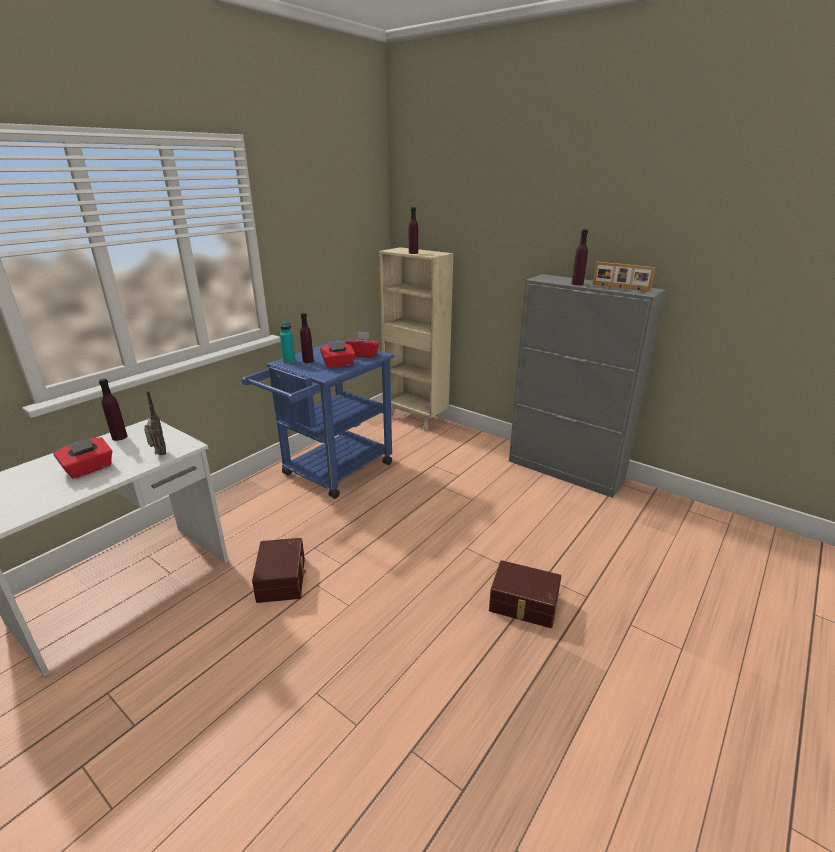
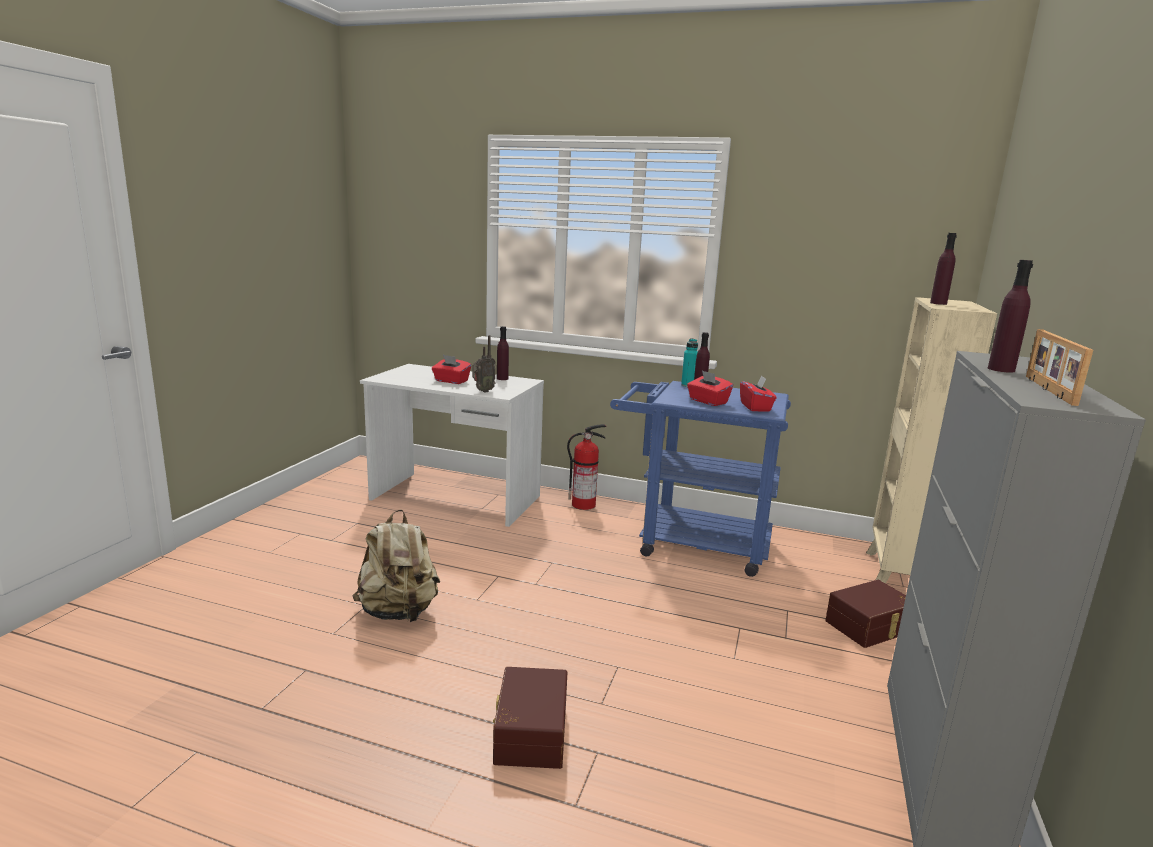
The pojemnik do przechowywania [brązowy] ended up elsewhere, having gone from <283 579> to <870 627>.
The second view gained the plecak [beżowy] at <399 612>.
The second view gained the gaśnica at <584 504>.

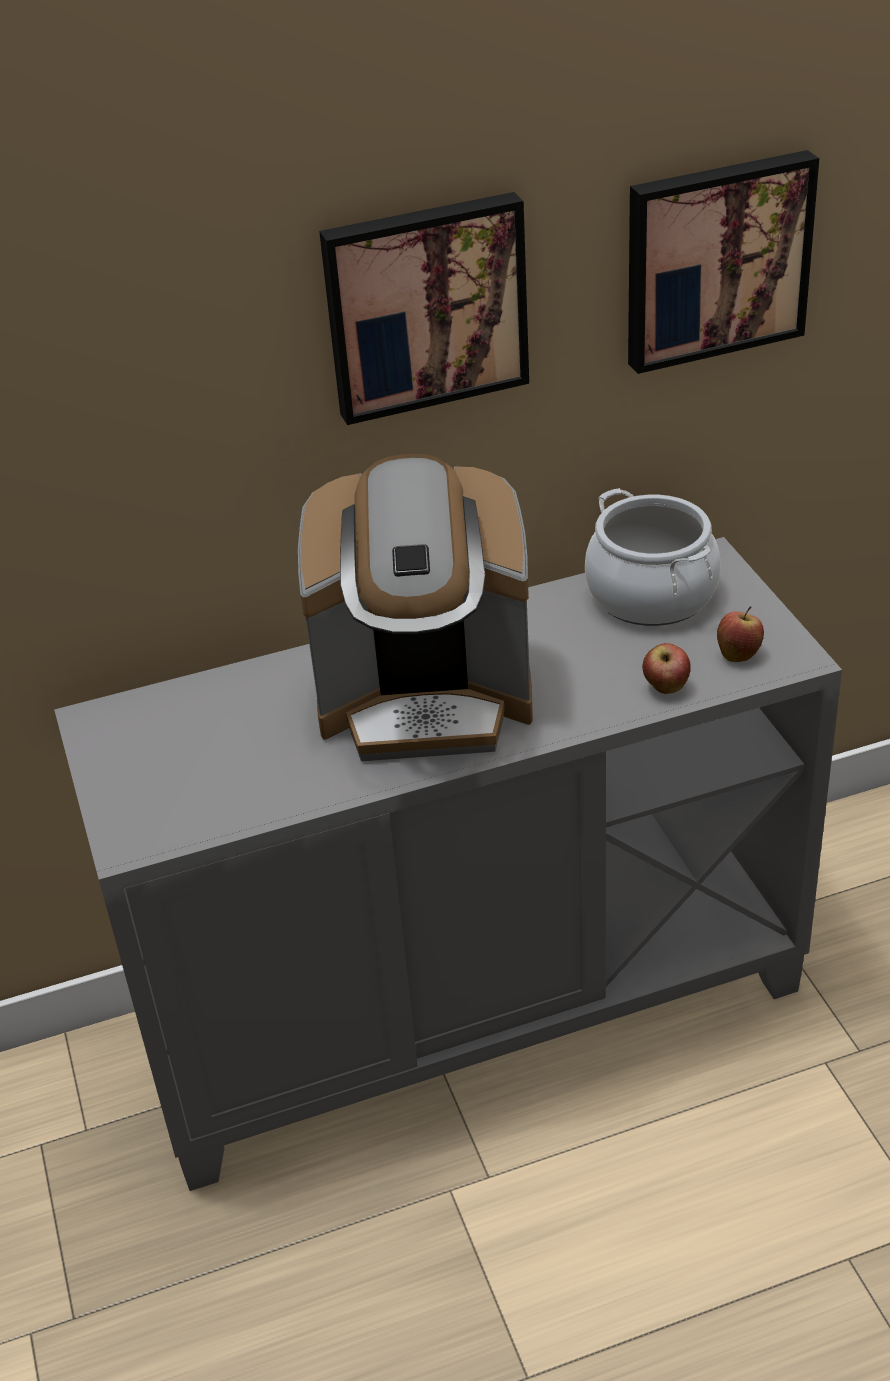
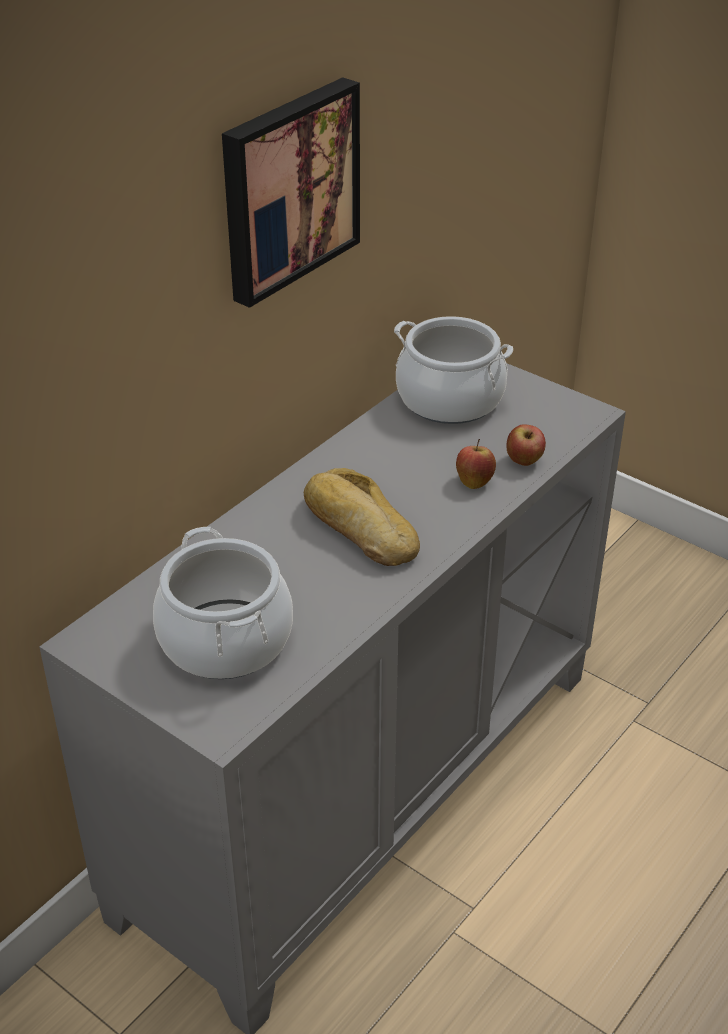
Where the ekspres do kawy stood at <426 700>, the chleb came to stand at <358 529>.
The second view lost the obraz at <715 259>.
The jabłko ended up elsewhere, having gone from <738 654> to <474 481>.
The second view gained the garnek at <226 639>.

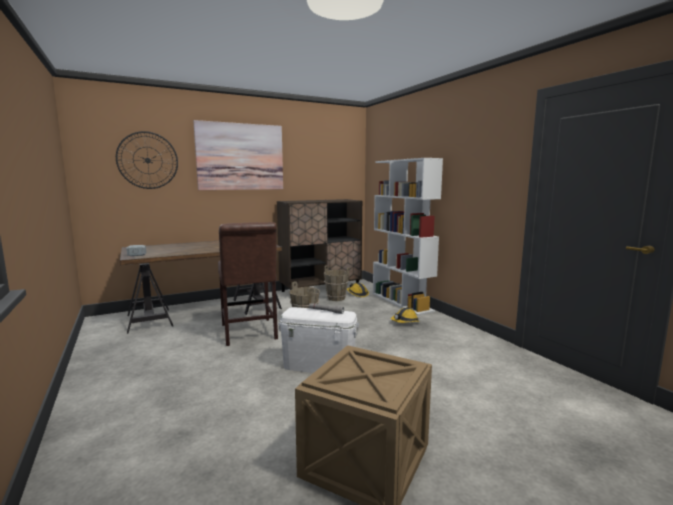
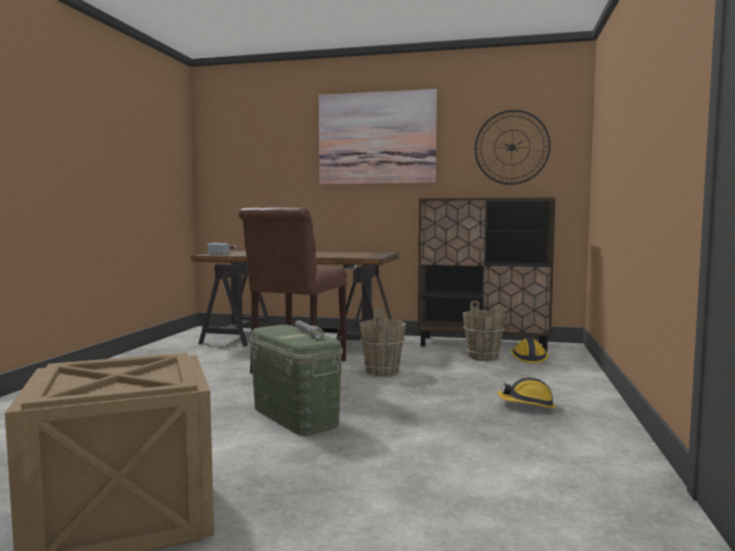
The zegar ścienny ended up elsewhere, having gone from <147 160> to <512 147>.
What was the pojemnik do przechowywania [biały] at <319 365> turned into the pojemnik do przechowywania [zielony] at <295 416>.
The second view lost the regał [biały] at <402 302>.

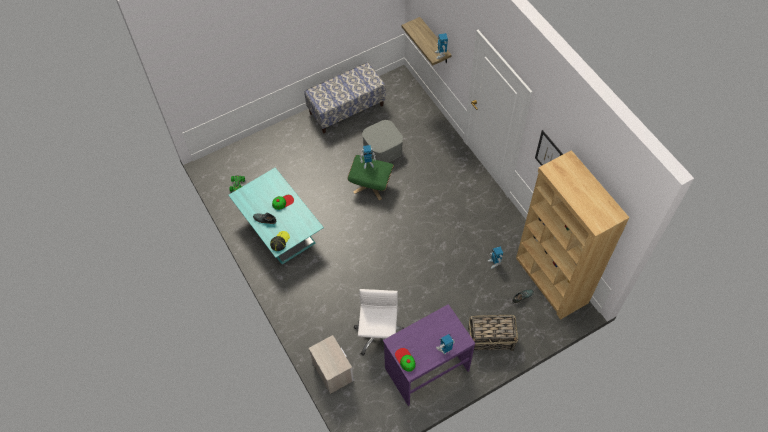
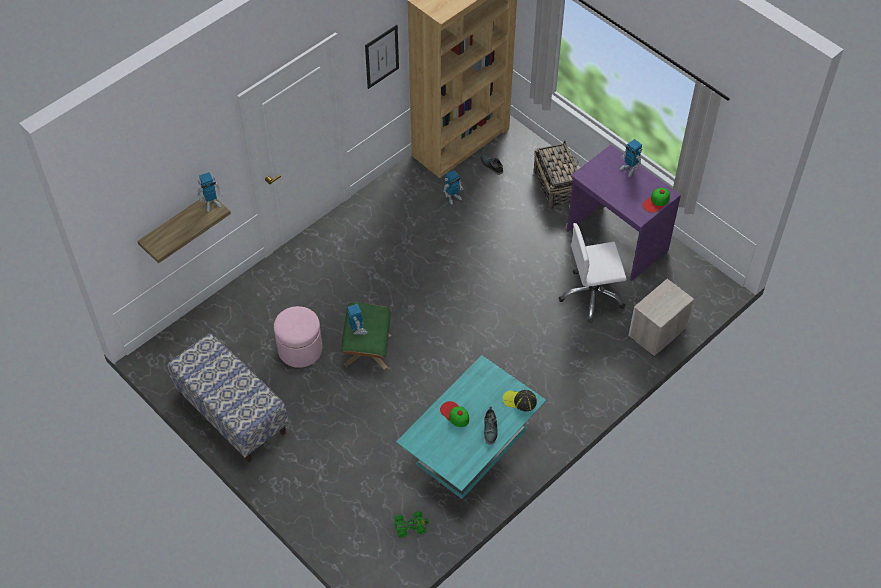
Where the pojemnik do przechowywania [szary] stood at <382 149>, the pufa [różowy] came to stand at <300 349>.

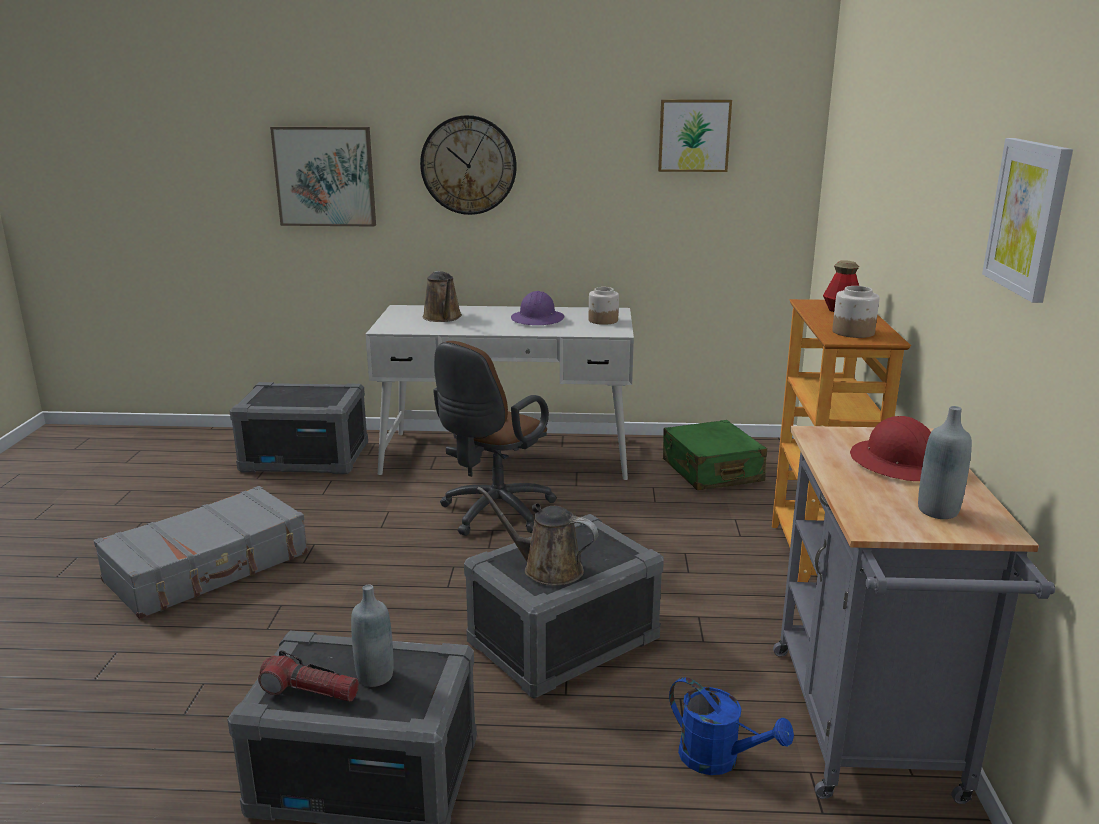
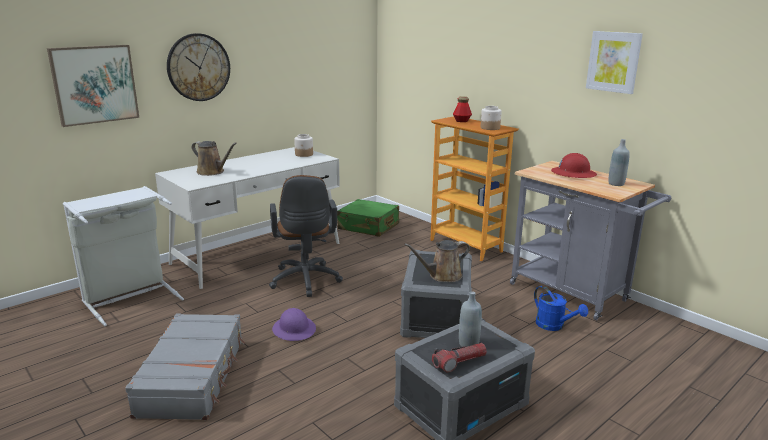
Where the pojemnik do przechowywania [szary] stood at <306 457>, the kosz na pranie [szary] came to stand at <130 298>.
The kask [fioletowy] ended up elsewhere, having gone from <537 319> to <294 329>.
The second view lost the obraz at <694 135>.
The konewka [niebieski] at <719 760> ended up facing another way, 60 degrees clockwise from before.

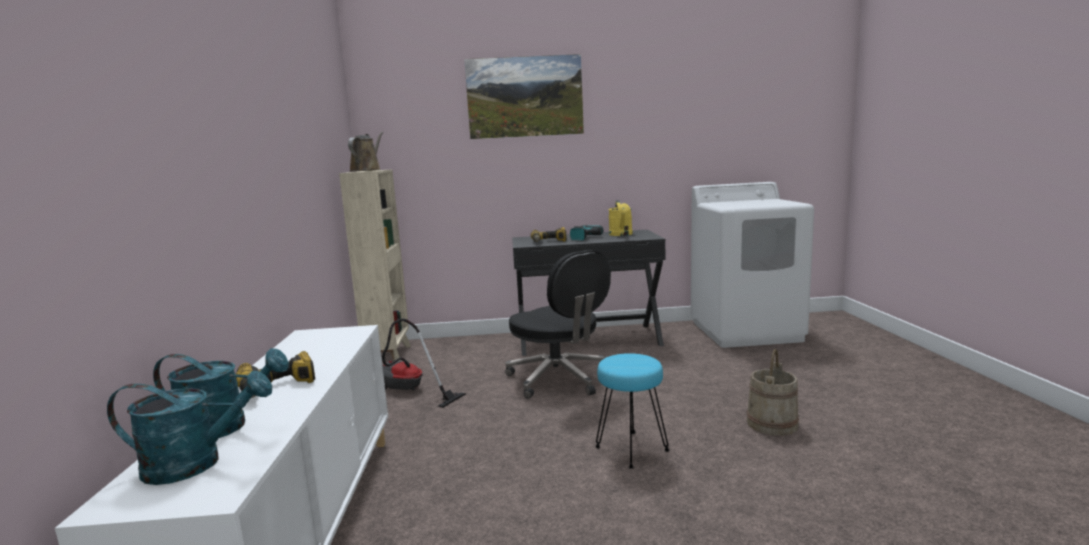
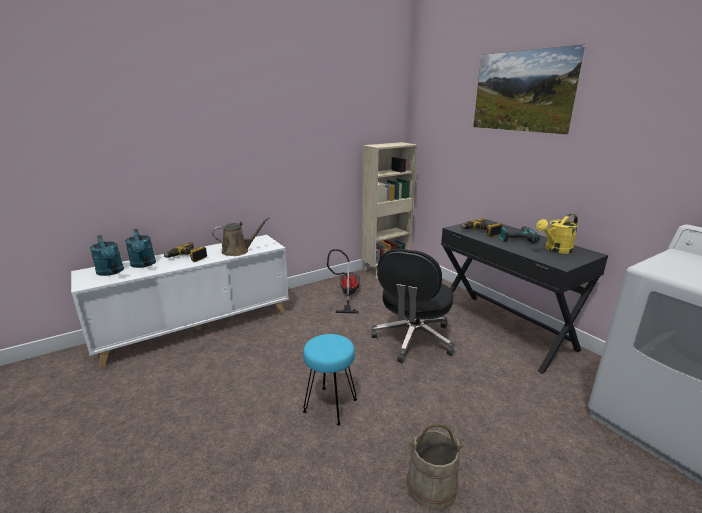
The konewka [brązowy] ended up elsewhere, having gone from <367 171> to <238 251>.

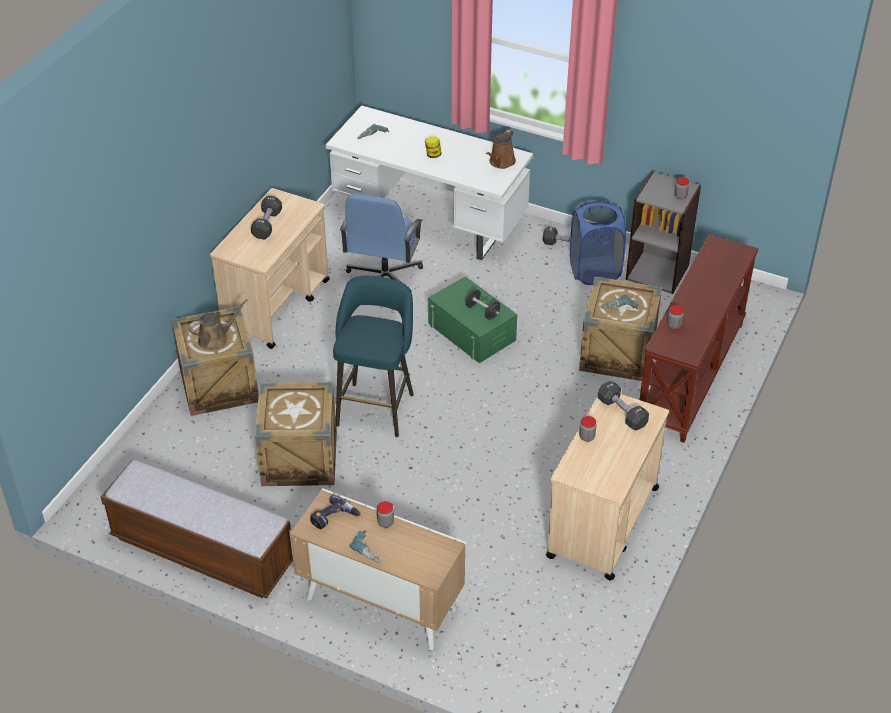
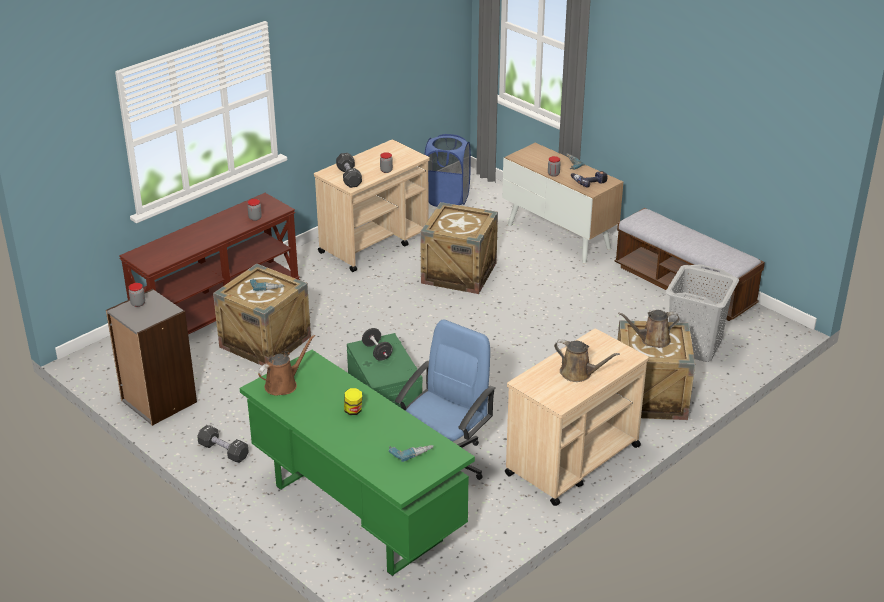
Where the hantel [czarny] stood at <267 224>, the konewka [brązowy] came to stand at <579 373>.
The skrzynka ended up elsewhere, having gone from <299 458> to <459 273>.
What was the biurko [biały] at <430 225> turned into the biurko [zielony] at <356 513>.
The second view lost the stołek [turkusowy] at <376 406>.
The kosz na pranie [niebieski] ended up elsewhere, having gone from <594 271> to <447 199>.
The second view gained the kosz na pranie [szary] at <694 346>.

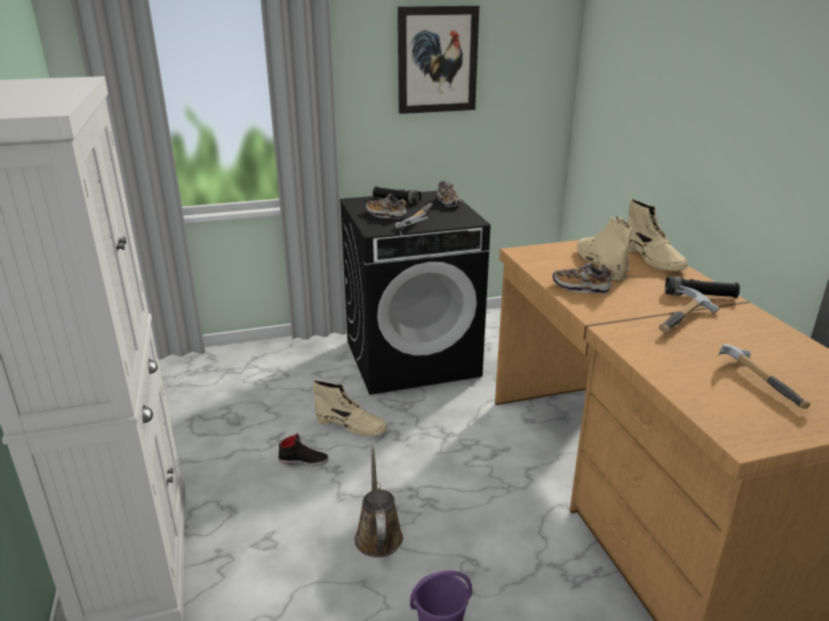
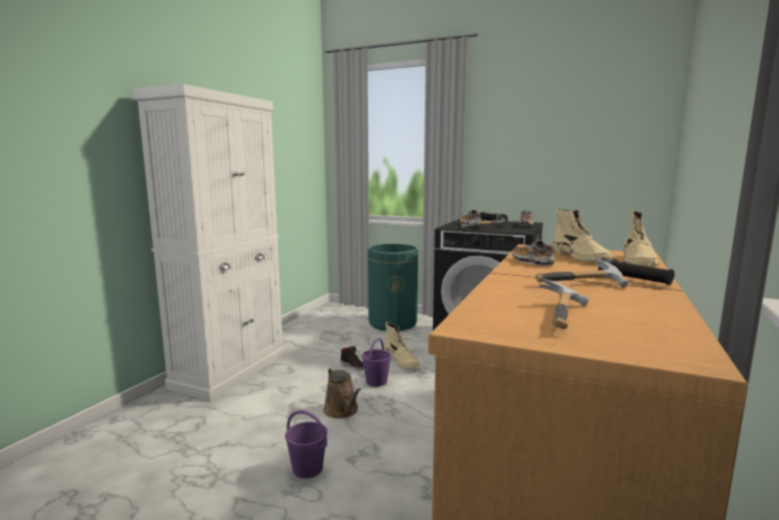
The konewka [brązowy] at <378 534> ended up facing another way, 120 degrees clockwise from before.
The second view lost the obraz at <437 60>.
The but z cholewką [beżowy] at <599 263> ended up facing another way, 135 degrees clockwise from before.
The second view gained the wiadro [fioletowy] at <376 382>.
The second view gained the kosz na śmieci [zielony] at <393 323>.

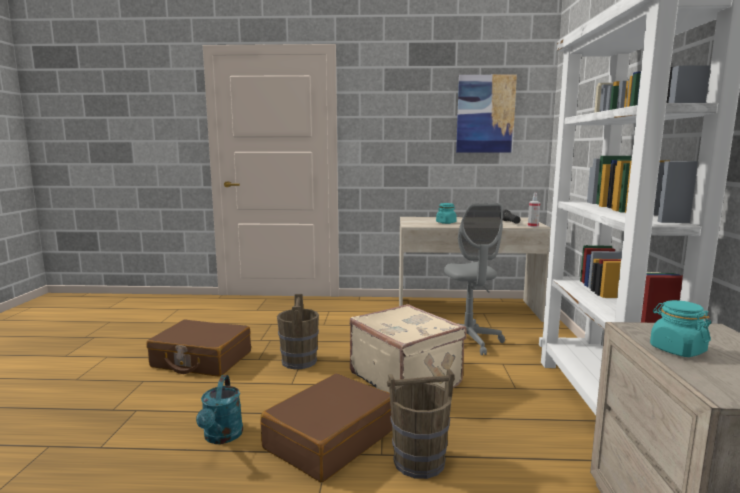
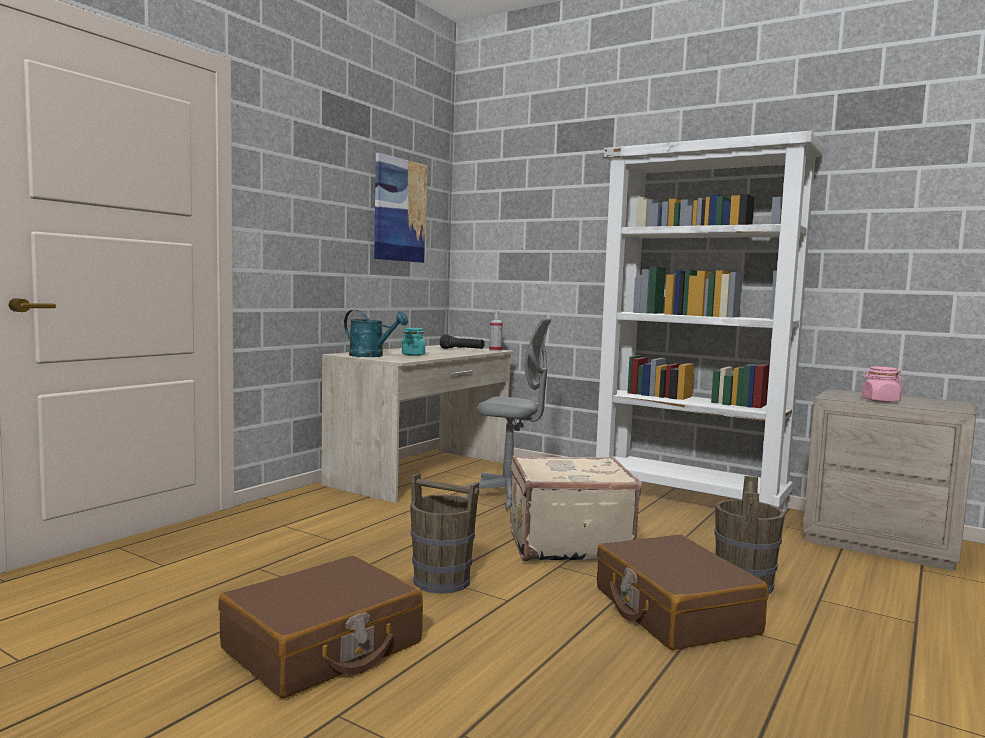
The konewka [turkusowy] ended up elsewhere, having gone from <222 437> to <372 356>.
What was the słoik [turkusowy] at <677 350> turned into the słoik [różowy] at <880 401>.

